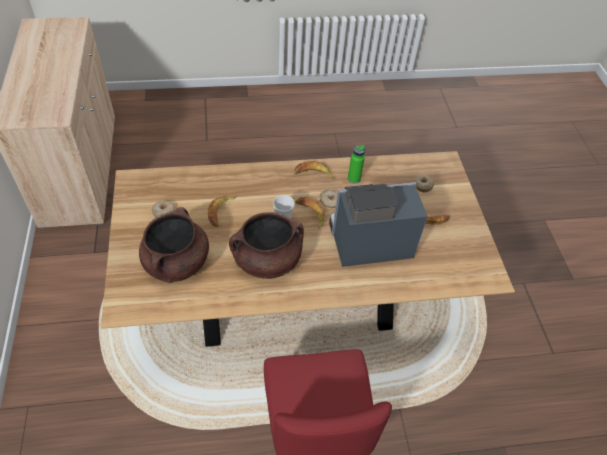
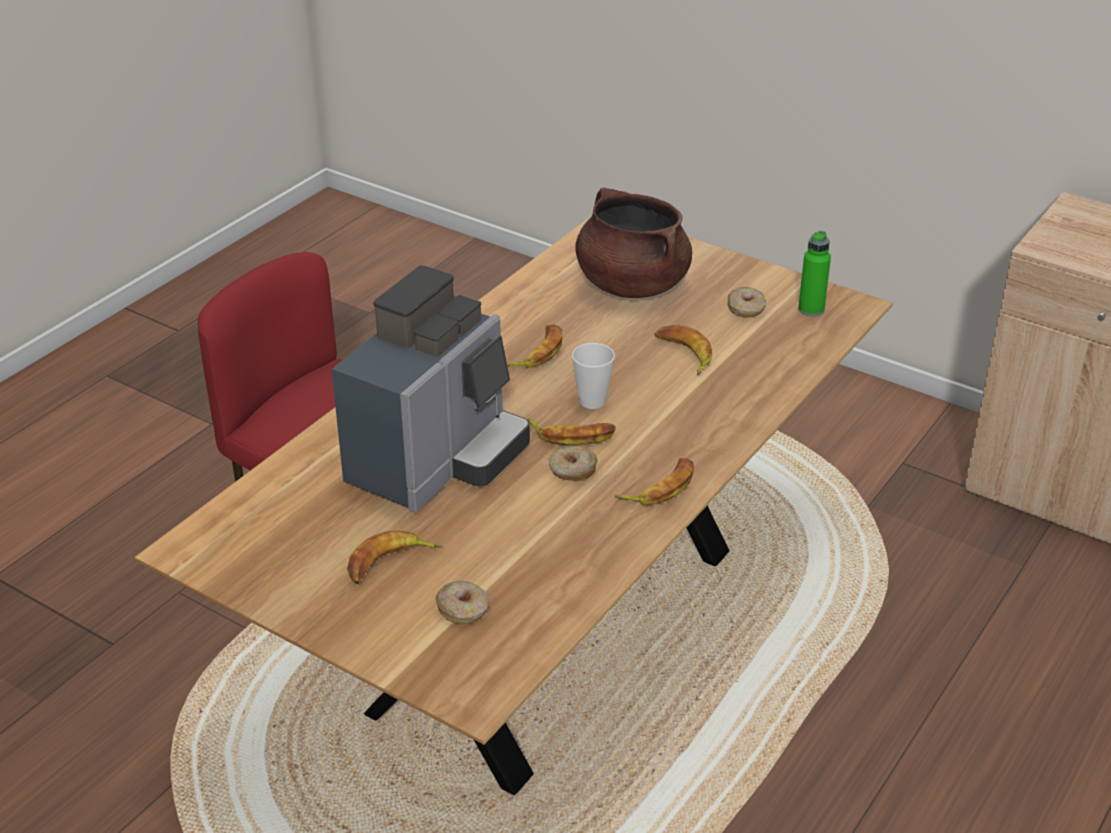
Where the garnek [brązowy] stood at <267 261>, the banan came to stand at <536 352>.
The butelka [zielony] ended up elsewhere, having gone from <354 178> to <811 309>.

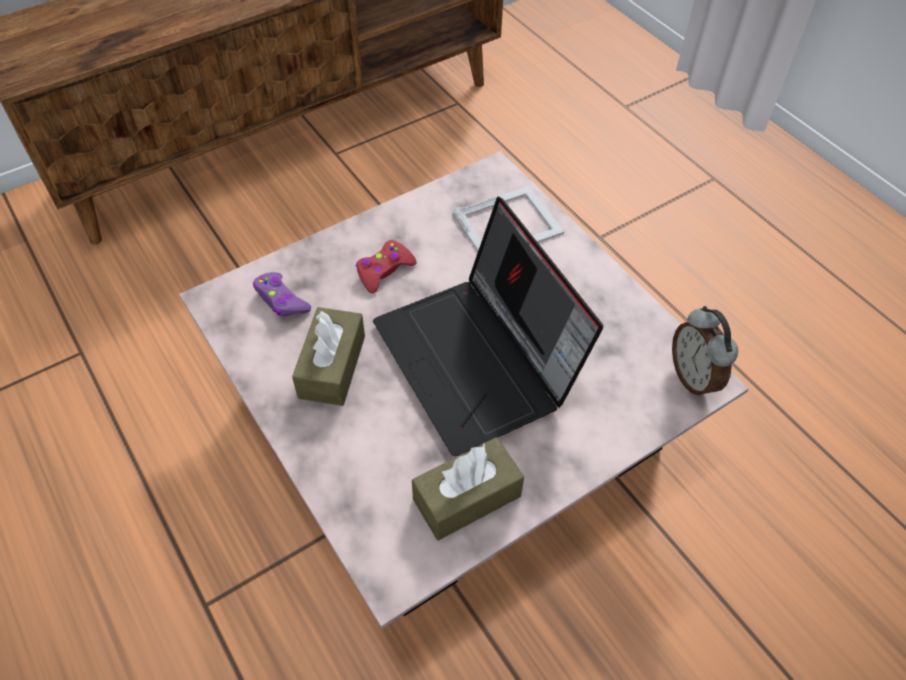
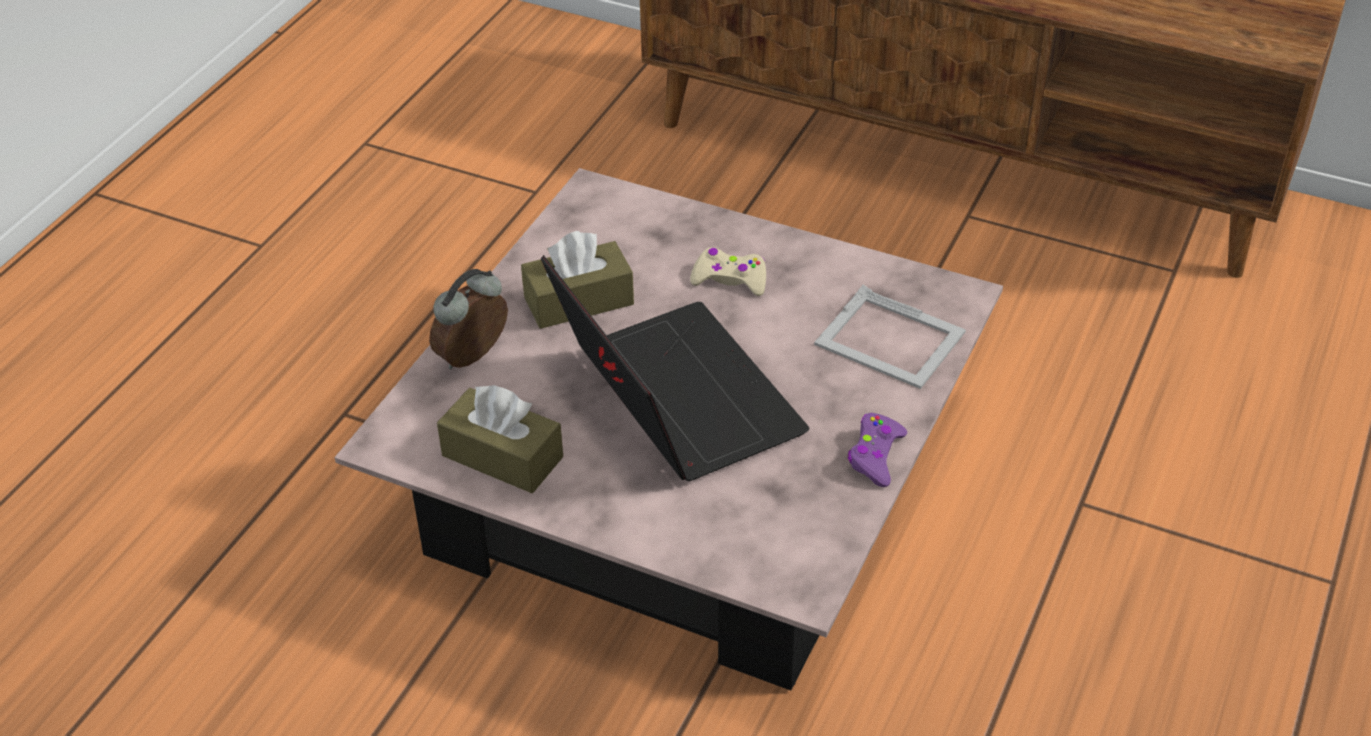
The pad do gier [fioletowy] ended up elsewhere, having gone from <281 300> to <875 456>.
What was the pad do gier [czerwony] at <384 271> turned into the pad do gier [beżowy] at <730 279>.
The laptop at <479 362> ended up facing another way, 120 degrees clockwise from before.
The budzik ended up elsewhere, having gone from <693 377> to <475 358>.

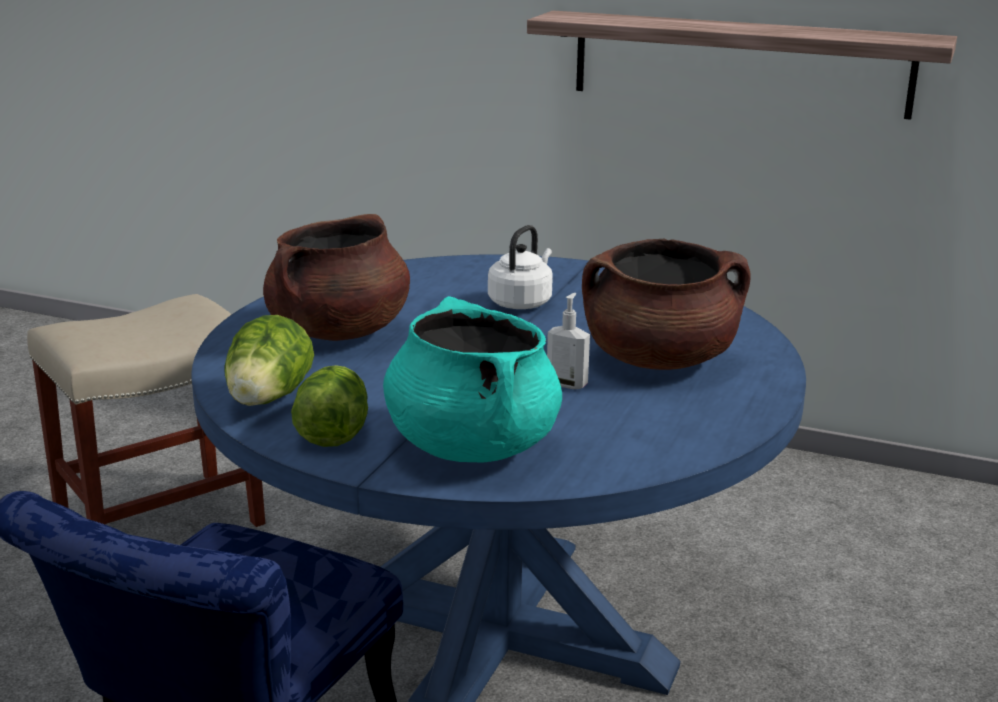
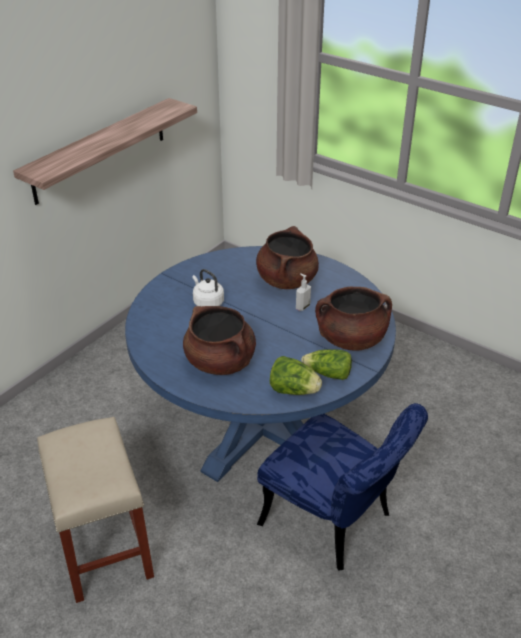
What was the garnek [turkusowy] at <471 445> turned into the garnek [brązowy] at <351 339>.

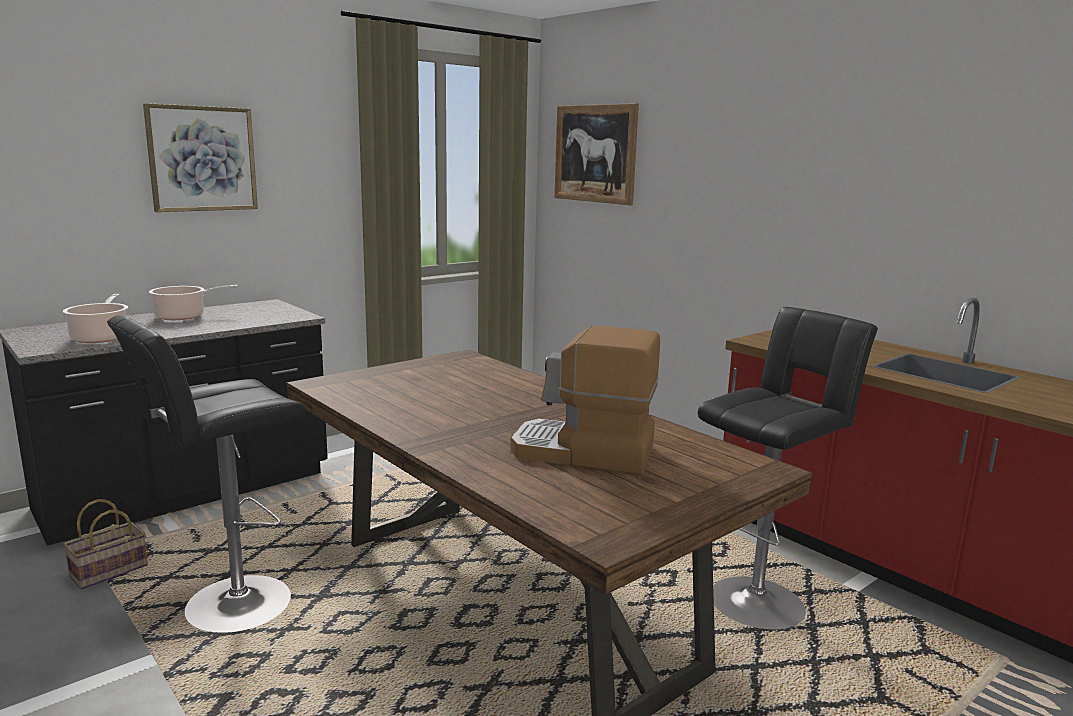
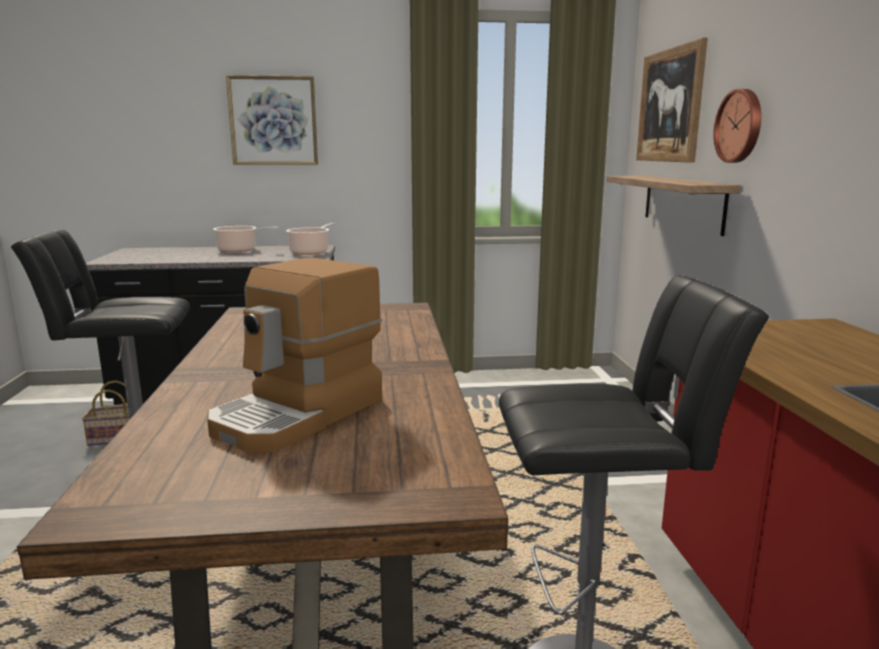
The garnek ended up elsewhere, having gone from <101 337> to <311 252>.
The ekspres do kawy at <583 452> ended up facing another way, 105 degrees counterclockwise from before.
The second view gained the półka at <682 202>.
The second view gained the zegar ścienny at <740 126>.

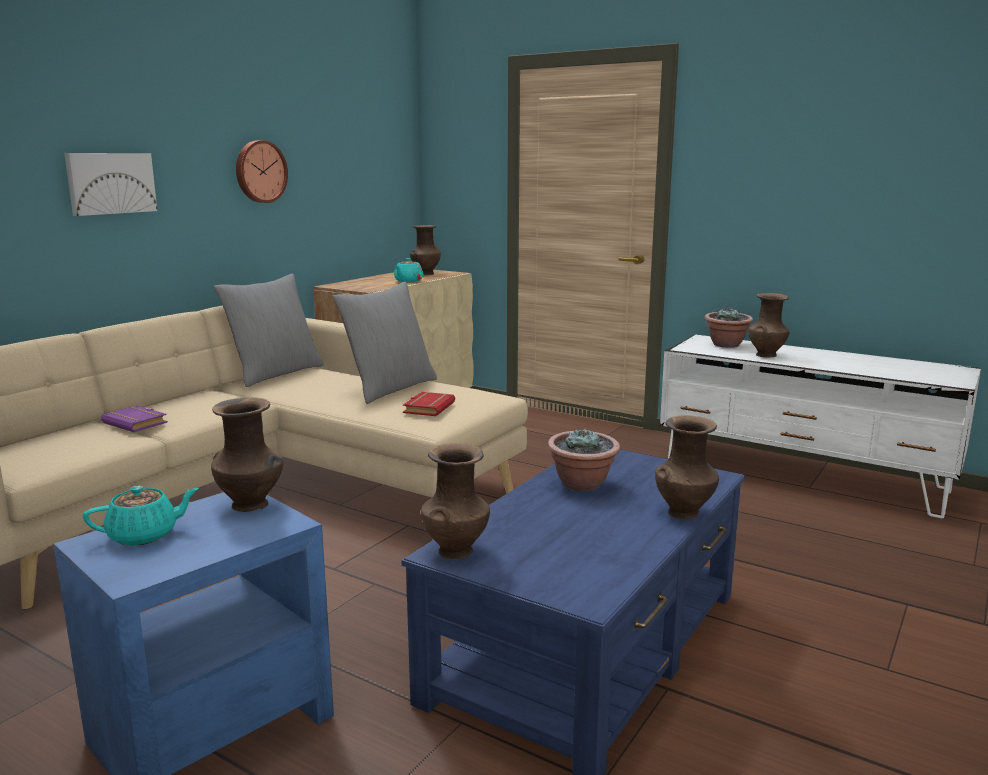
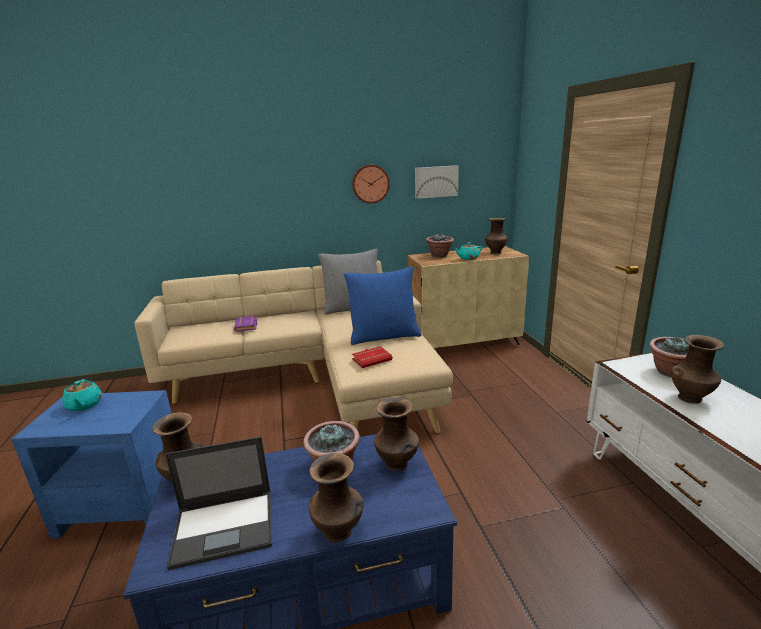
The obraz ended up elsewhere, having gone from <110 183> to <436 181>.
The imbryk [turkusowy] at <144 535> ended up facing another way, 45 degrees clockwise from before.
The wazon [brązowy] ended up elsewhere, having gone from <252 505> to <397 465>.
What was the poduszka [szary] at <389 388> turned into the poduszka [niebieski] at <384 336>.
The second view gained the laptop at <225 527>.
The second view gained the roślina doniczkowa at <439 255>.

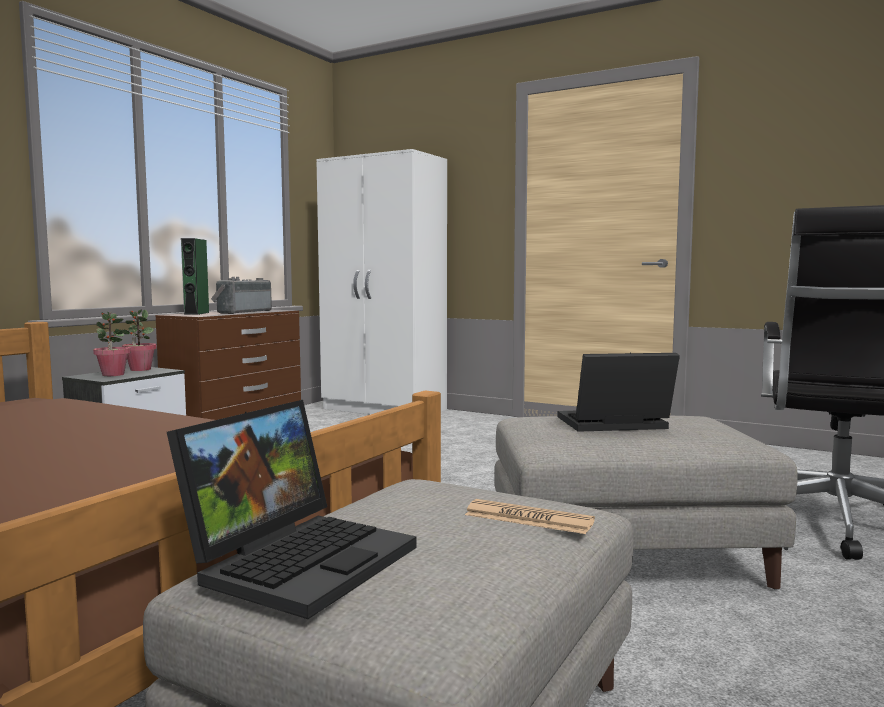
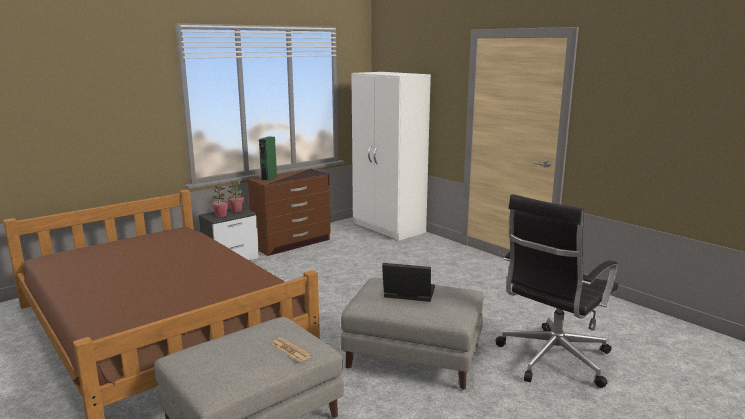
The second view lost the laptop at <300 559>.
The second view lost the radio at <242 312>.

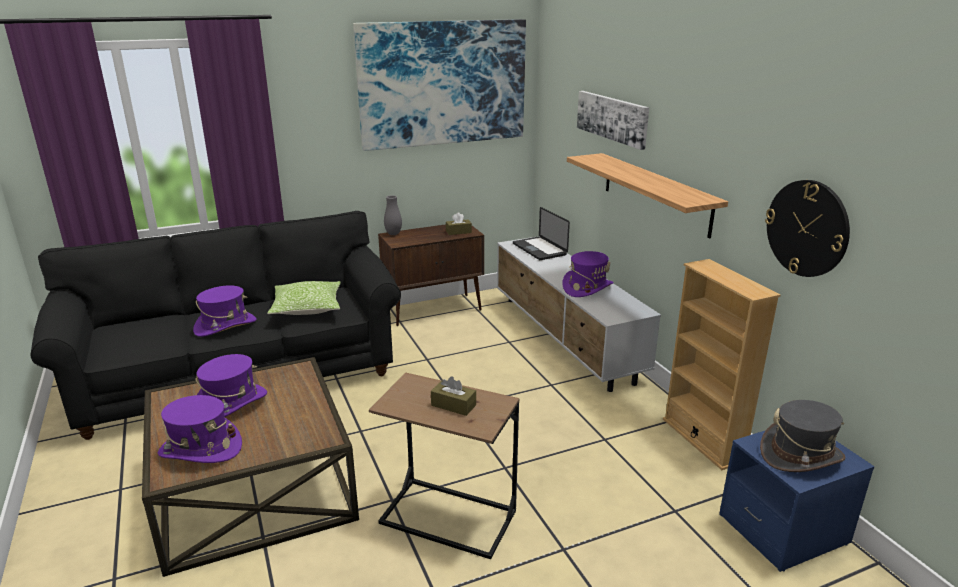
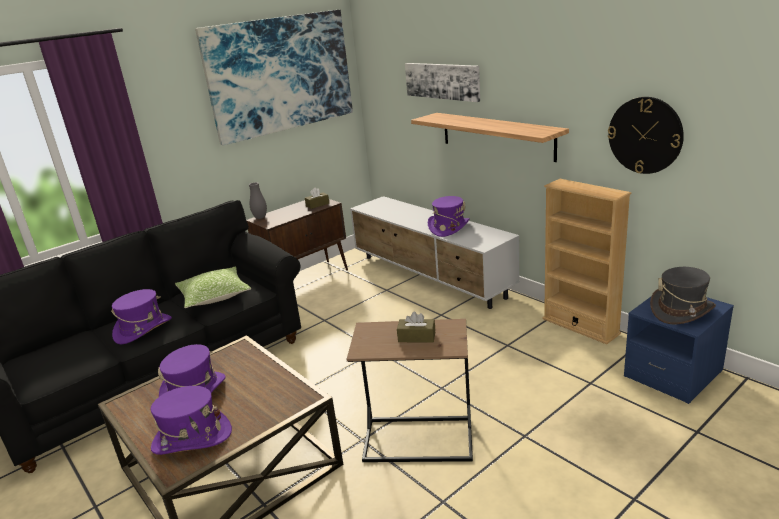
The second view lost the laptop at <539 249>.

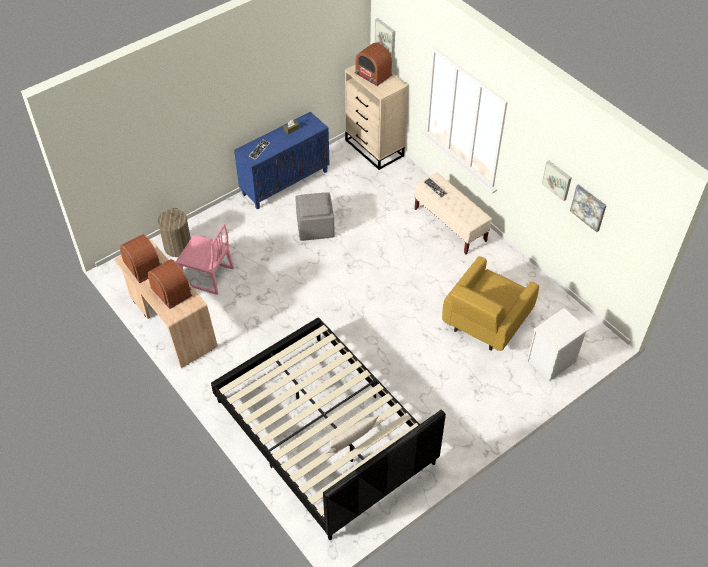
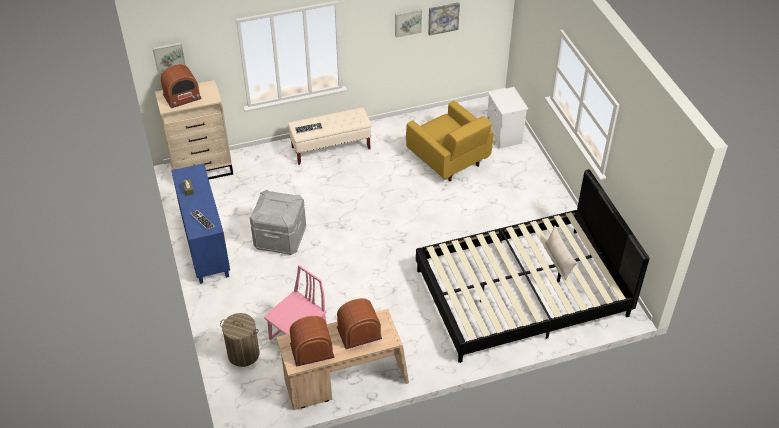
Where the pufa [szary] stood at <315 227>, the pojemnik do przechowywania [szary] came to stand at <280 239>.

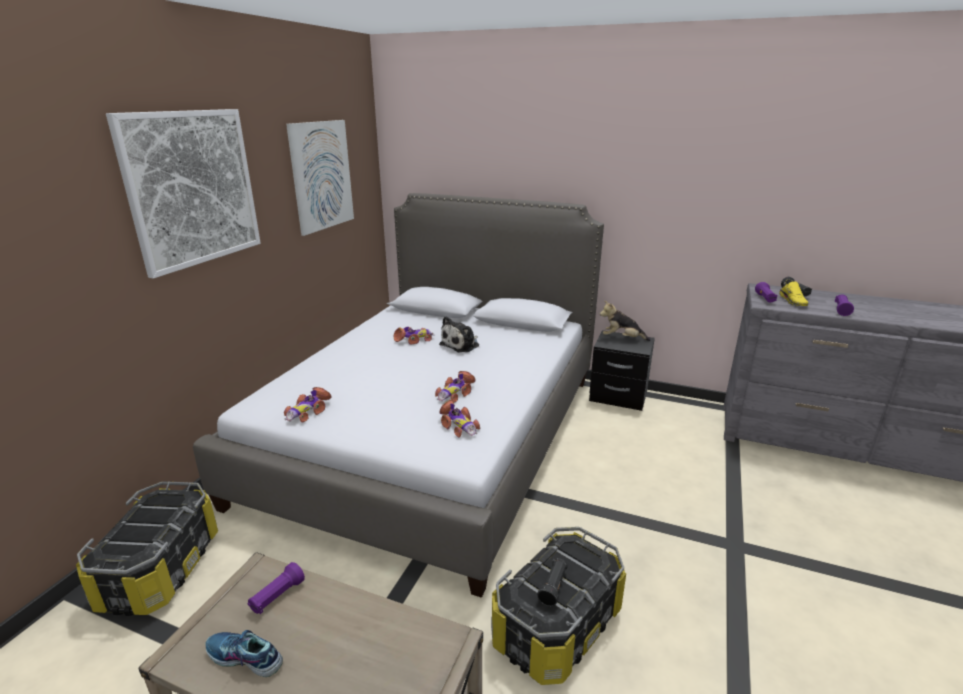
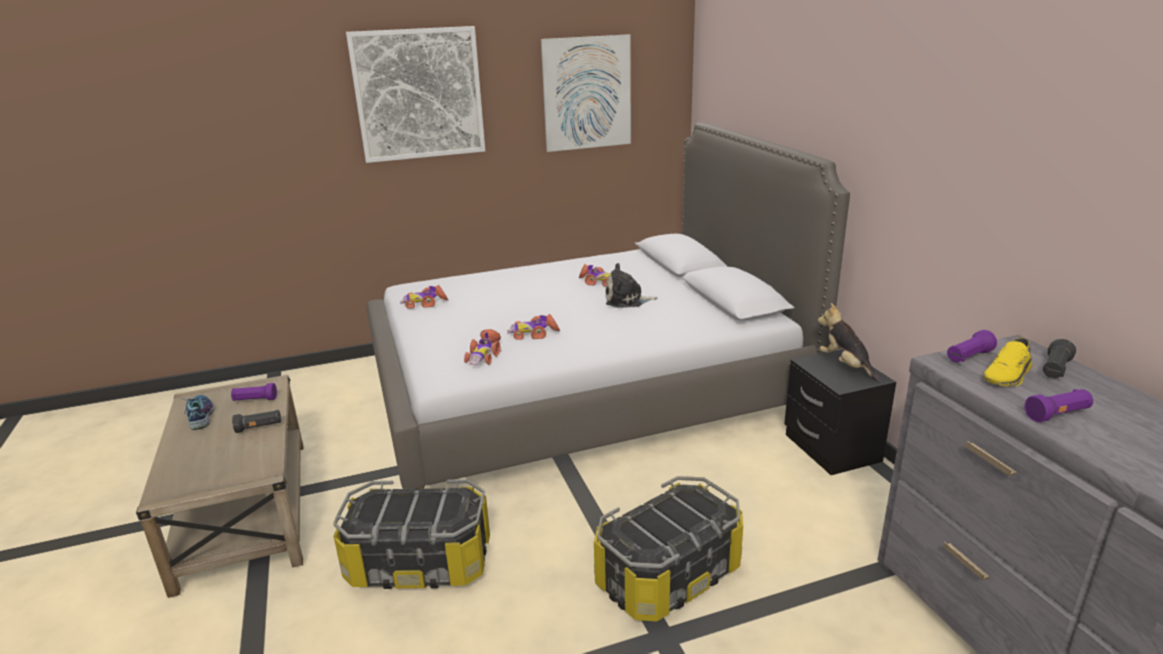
The pojemnik do przechowywania ended up elsewhere, having gone from <160 569> to <667 575>.
The latarka [czarny] ended up elsewhere, having gone from <553 587> to <259 427>.

